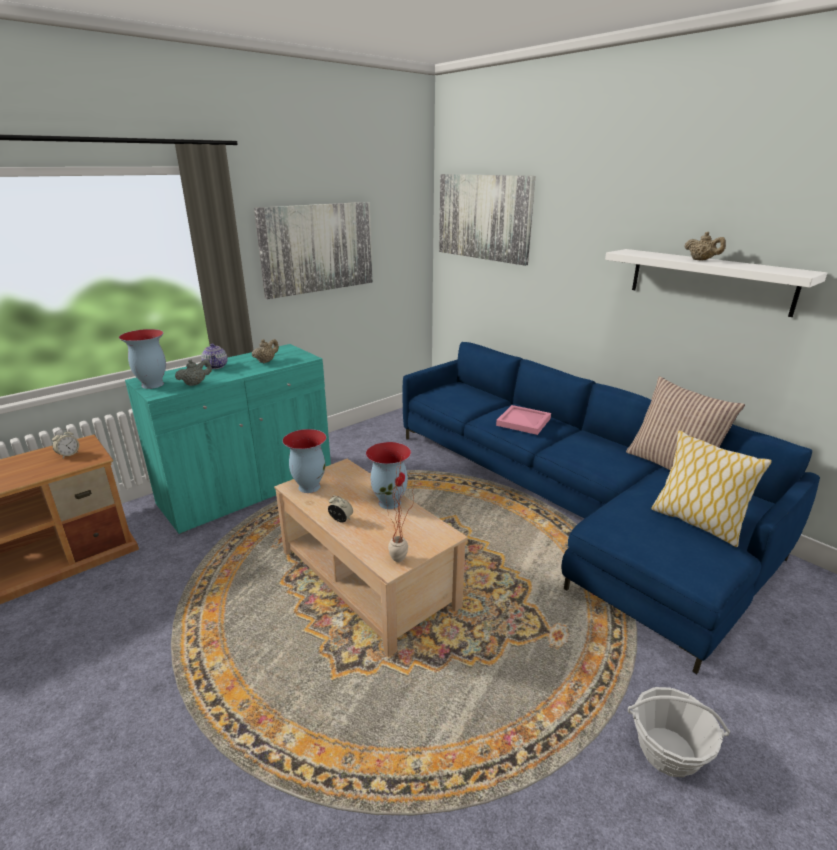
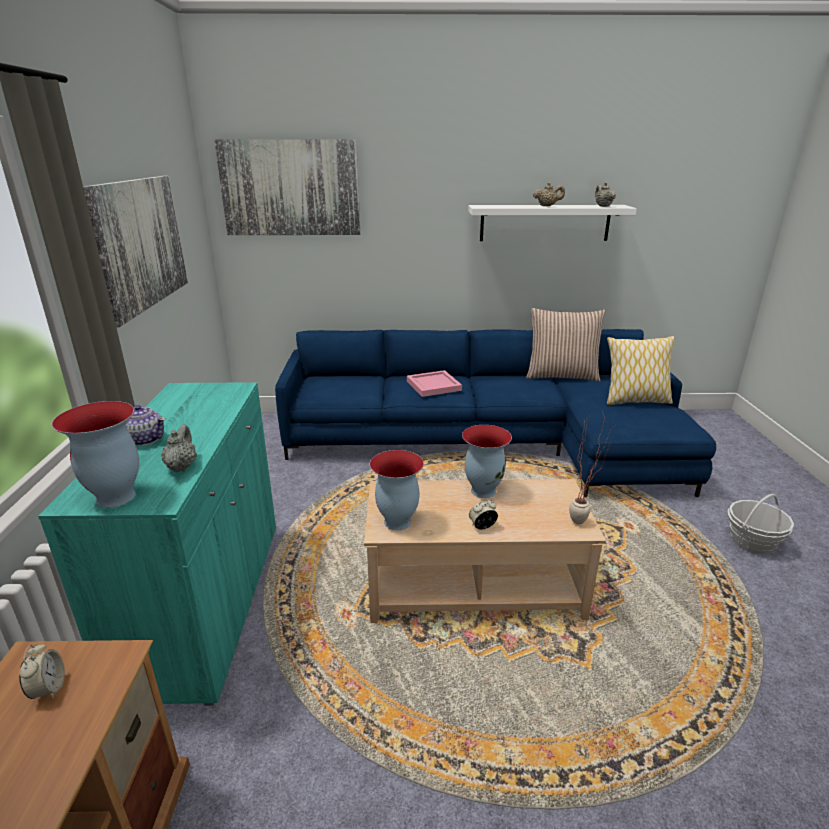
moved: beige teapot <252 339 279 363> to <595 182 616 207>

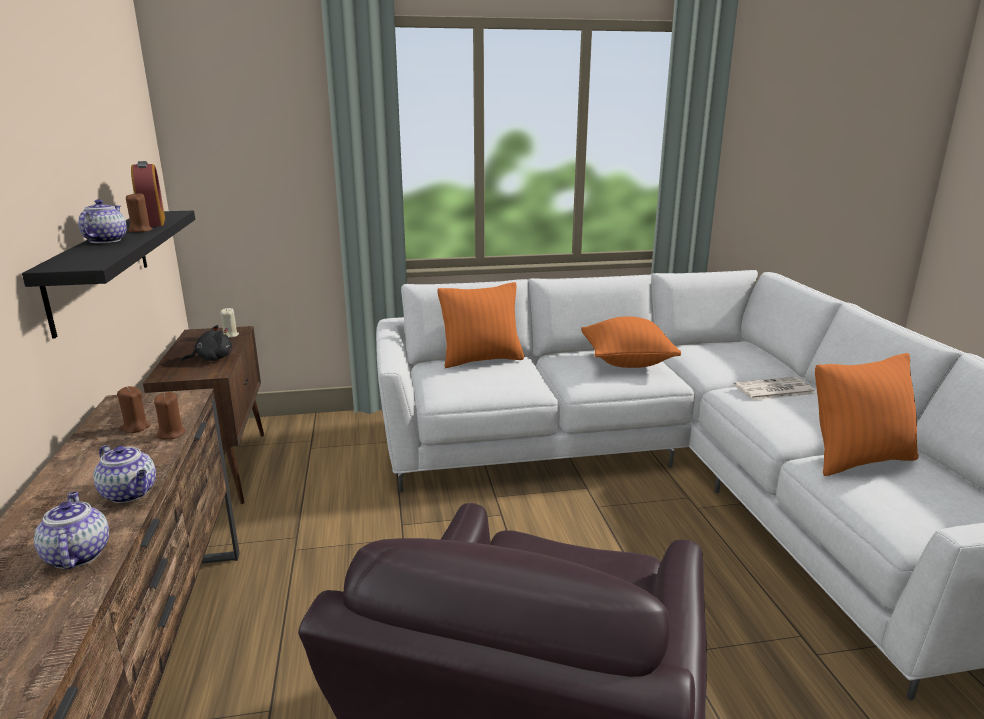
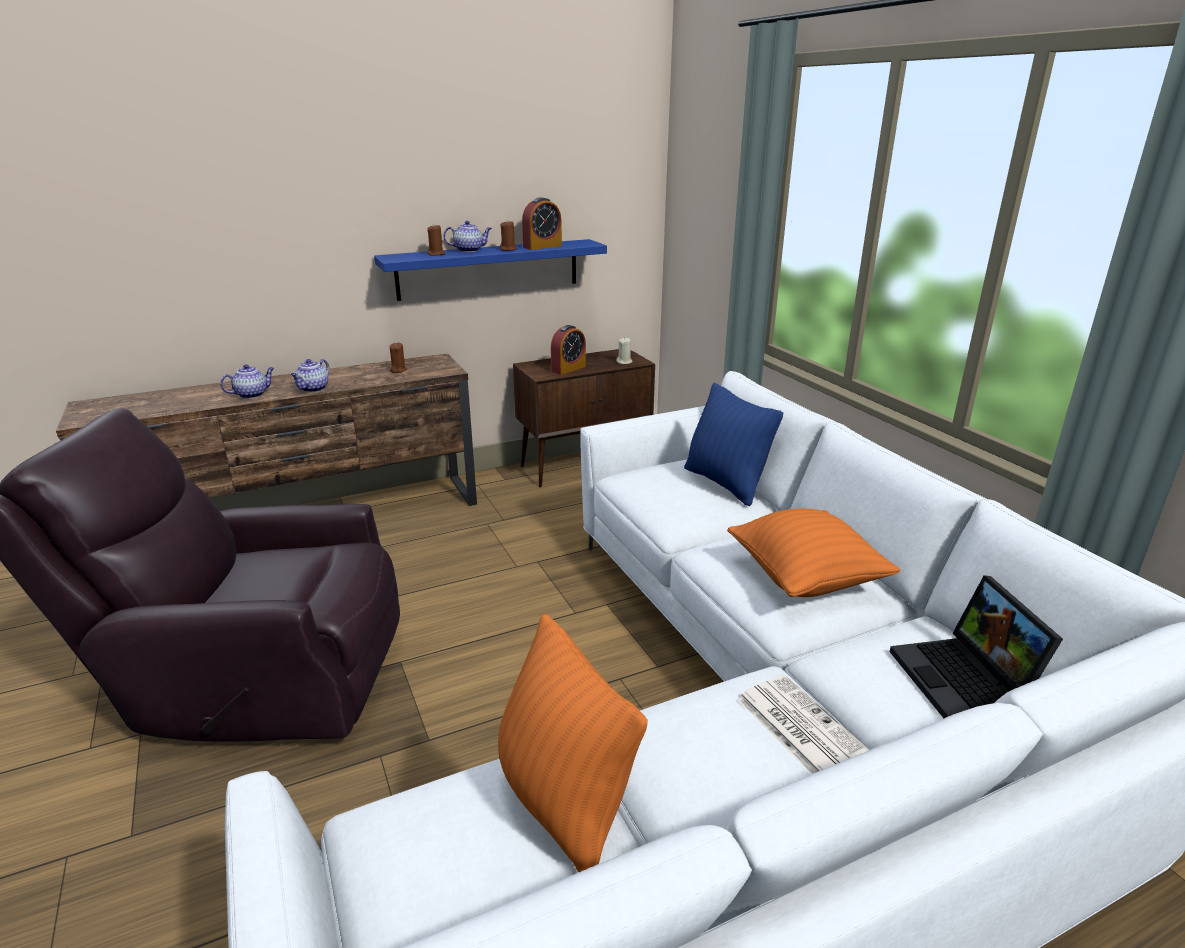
added: laptop <890 575 1063 718>
moved: brown candle <154 392 186 440> to <427 225 446 256>
replaced: black plush toy <180 325 232 363> to alarm clock <551 325 586 375>
recoloured: black shelf <22 211 195 339> to blue shelf <374 239 607 301>; orange pillow <437 282 524 368> to blue pillow <684 383 783 506>

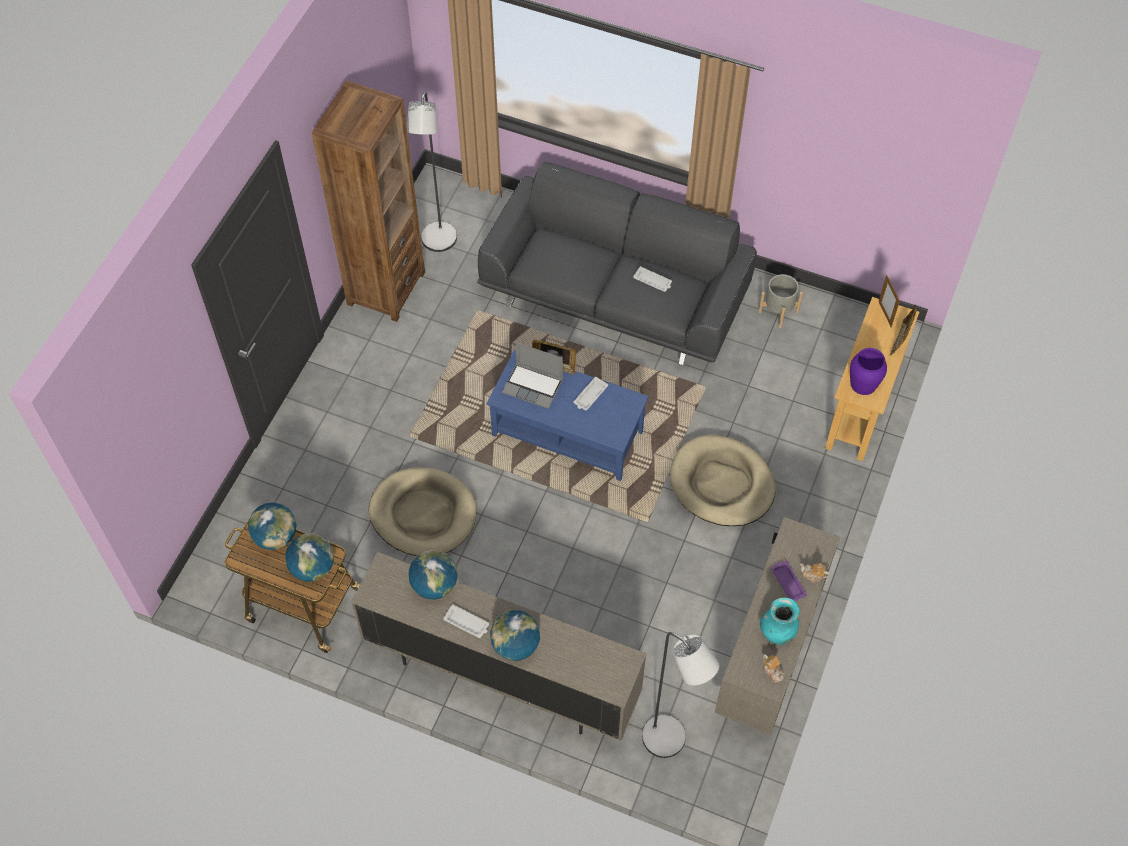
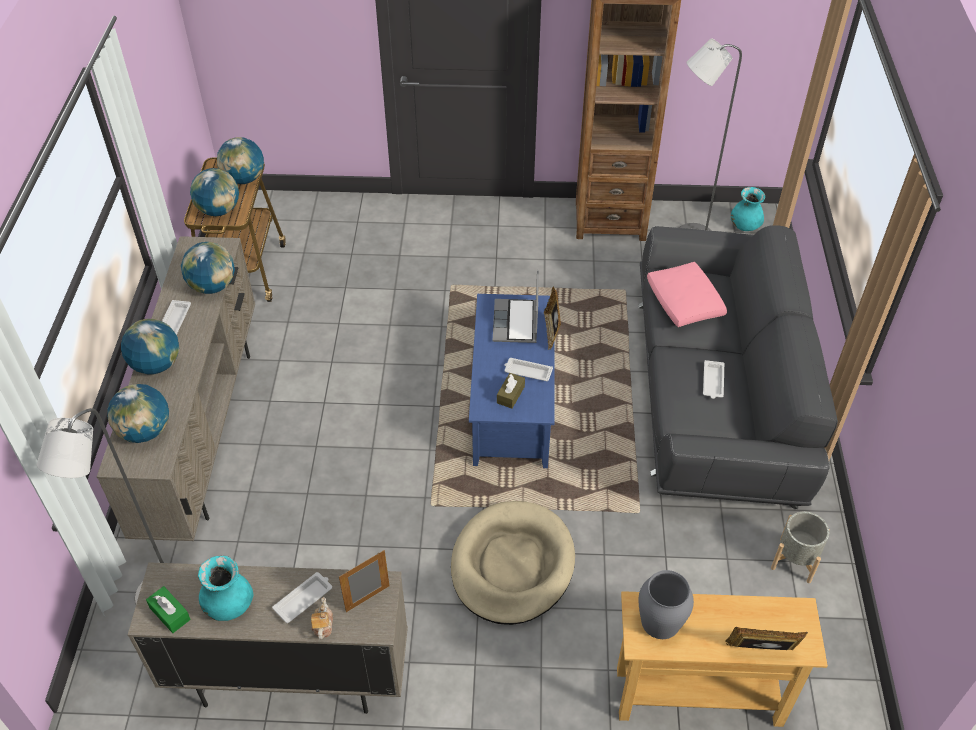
removed: beige dog bed <369 467 477 556>
added: globe <107 384 169 443>; brown tissue box <497 373 525 409>; pink pillow <647 262 727 327>; turquoise vase <731 187 765 231>
moved: picture frame <878 275 900 328> to <339 550 389 612>
replaced: teapot <763 654 784 682> to green tissue box <146 586 191 633>
recoloured: purple tray <771 561 807 601> to white tray <272 572 332 623>; purple vase <850 348 887 395> to grey vase <638 570 694 639>

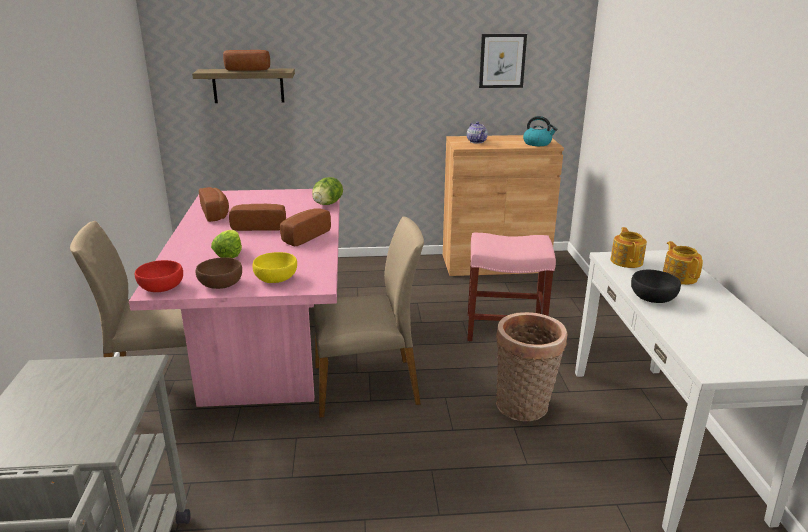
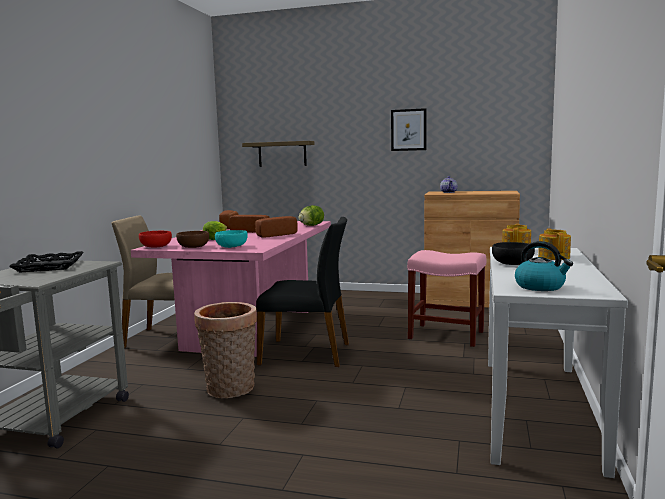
removed: bread <223 50 270 71>
added: black tray <9 251 84 272>
moved: picture <479 34 527 88> to <391 108 427 151>; basket <496 312 568 421> to <194 302 257 398>; kettle <523 116 557 146> to <515 241 573 291>
recoloured: yellow bowl <253 252 297 283> to turquoise bowl <215 230 248 248>; beige chair <314 217 424 418> to black chair <256 217 349 367>

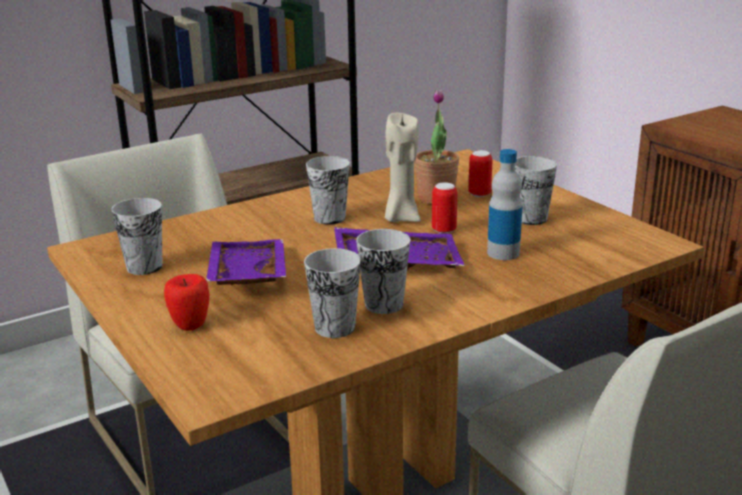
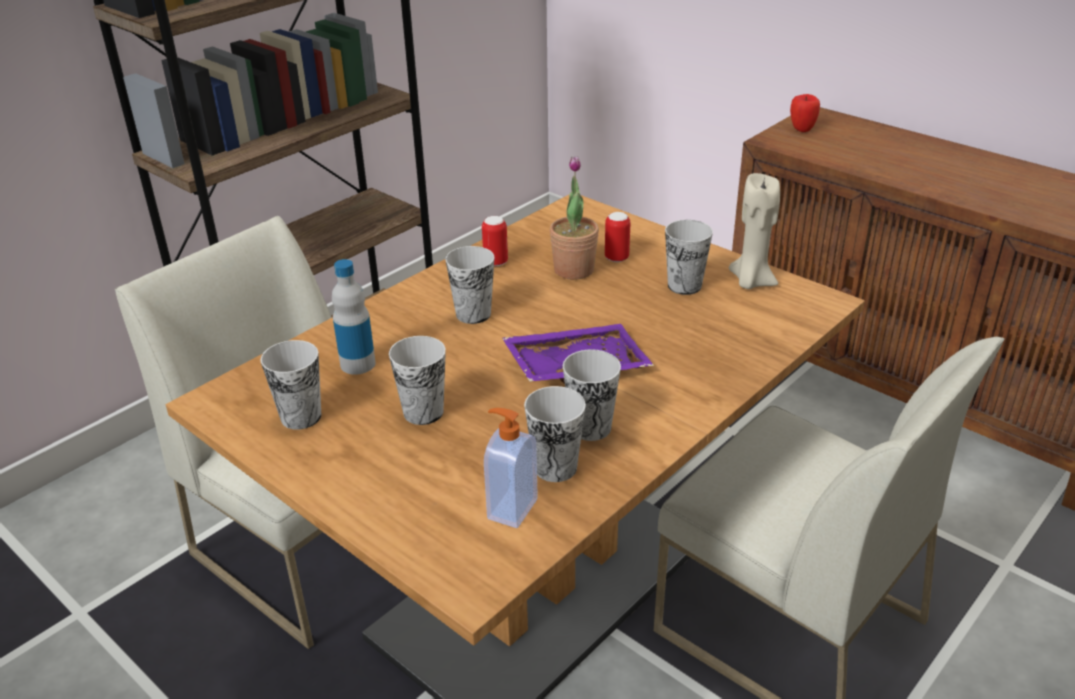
added: soap dispenser <484 408 538 528>
moved: apple <164 274 209 331> to <790 94 820 132>; beige candle <385 113 421 222> to <729 173 780 289>; can <432 182 457 234> to <482 216 508 267>; bottle <487 149 523 260> to <332 259 376 375>
replaced: purple tray <206 239 286 285> to cup <389 336 446 425>

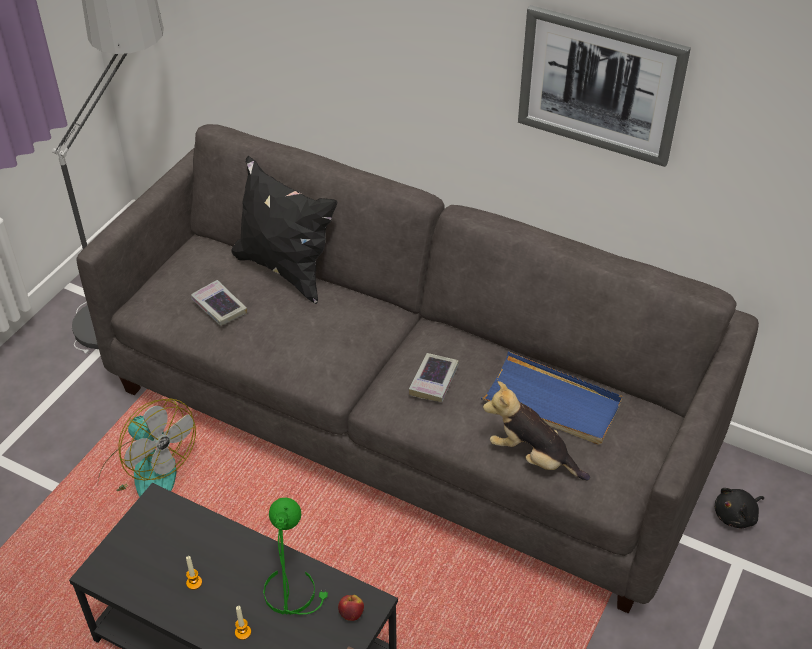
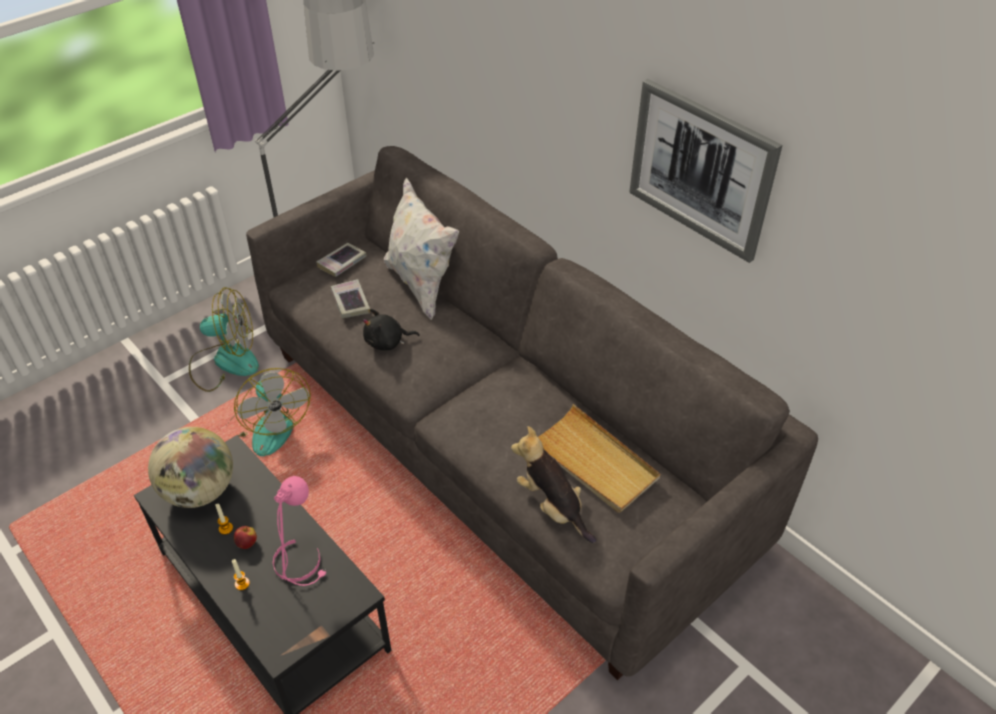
added: globe <148 427 233 508>; fan <189 287 259 392>
moved: apple <338 595 364 621> to <234 526 257 549>; book <409 353 459 402> to <316 243 367 277>; black plush toy <715 488 764 528> to <363 309 420 350>
recoloured: black pillow <232 156 337 304> to white pillow <384 178 459 320>; green table lamp <263 498 328 615> to pink table lamp <273 476 327 586>; blue tray <481 351 623 444> to beige tray <538 404 660 513>

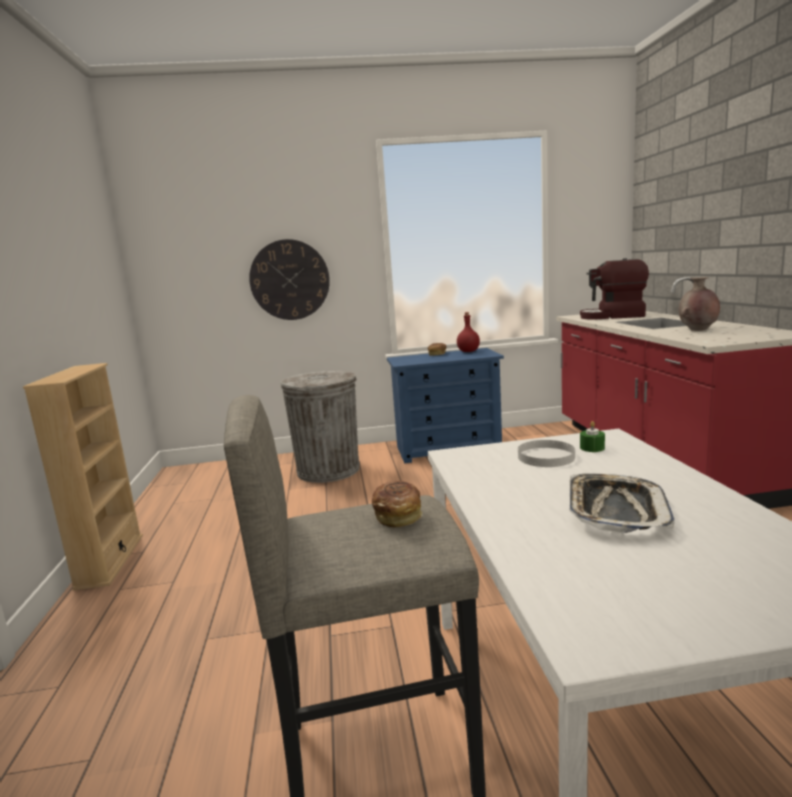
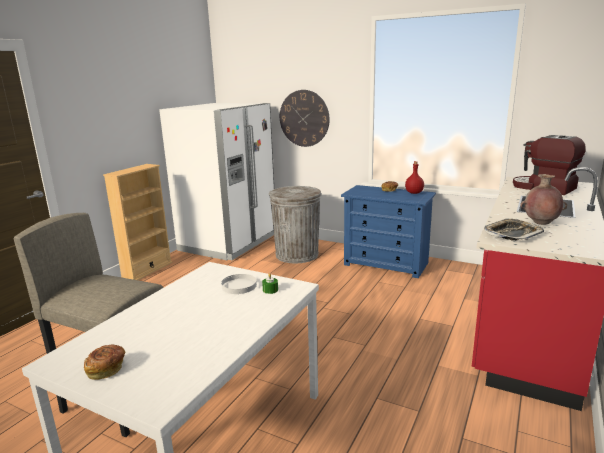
added: white fridge <159 103 274 260>
moved: bread <372 481 423 528> to <84 344 125 380>; tray <570 473 675 534> to <484 218 544 241>

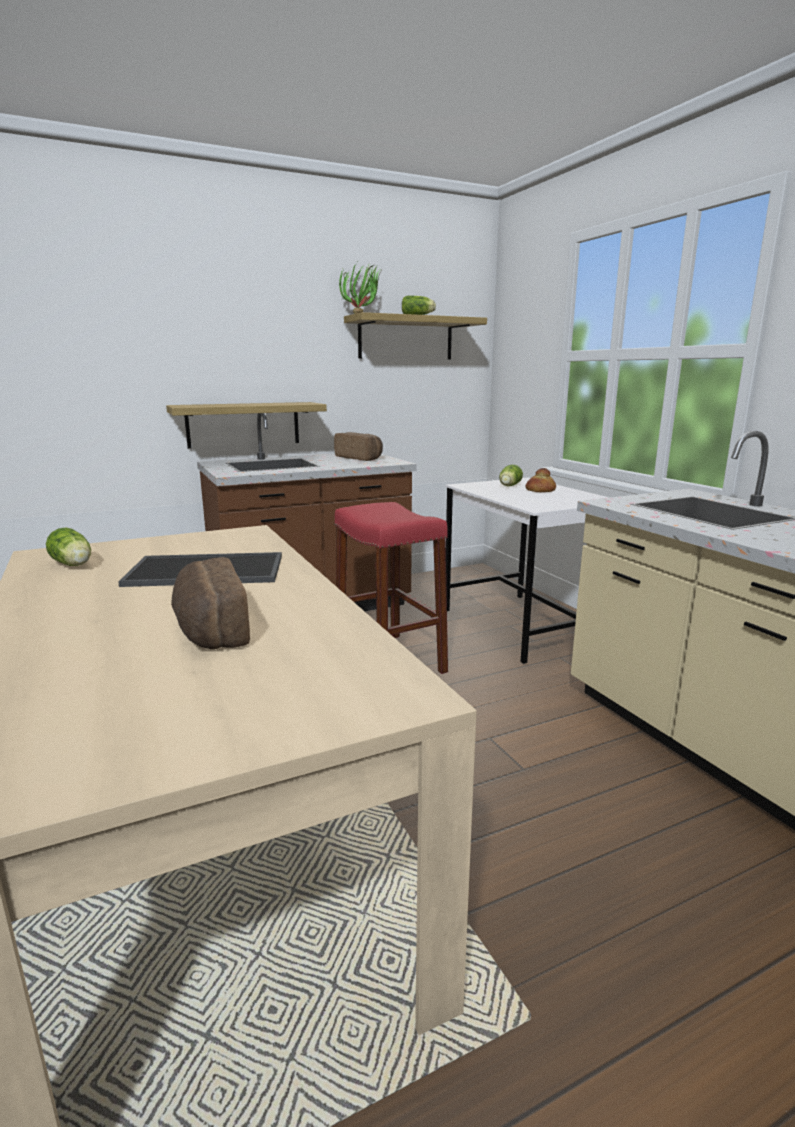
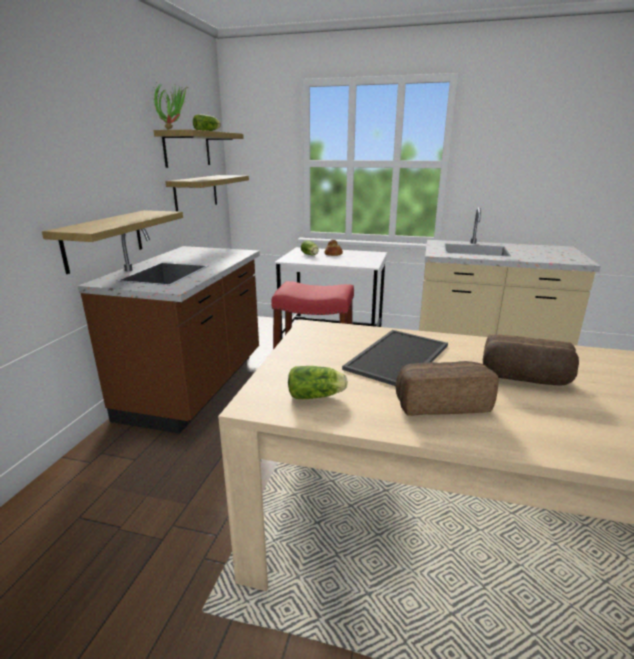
added: shelf <165 175 249 212>
moved: bread <334 432 383 461> to <395 361 498 416>

